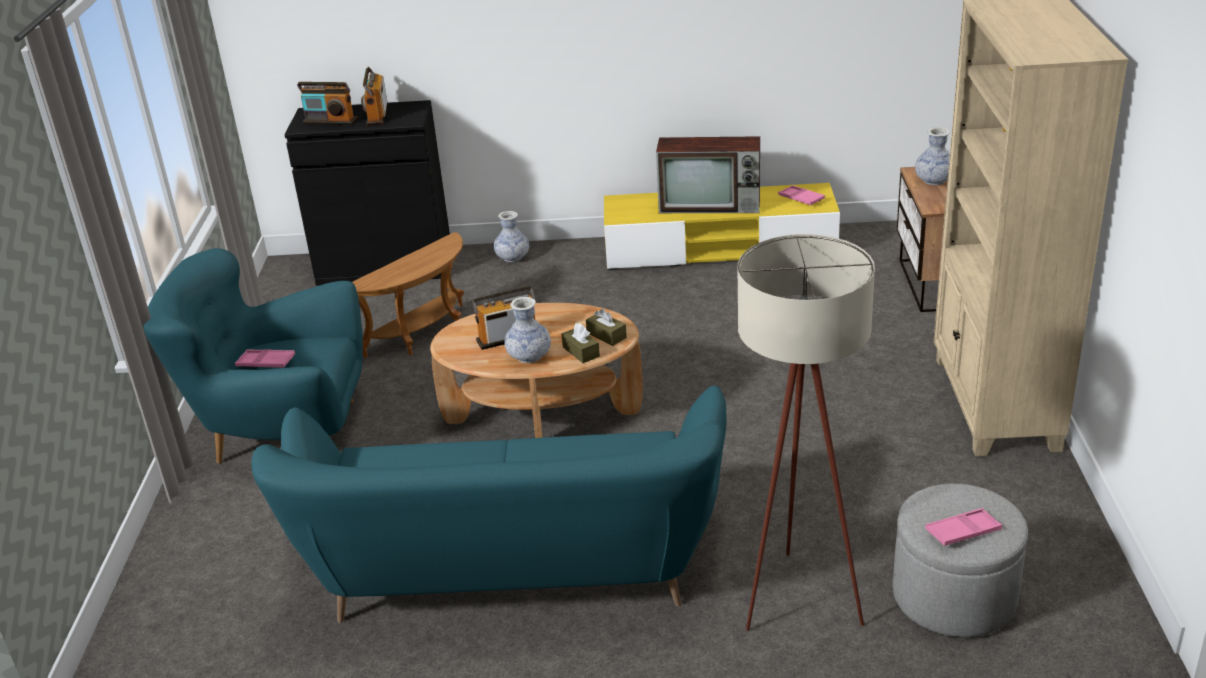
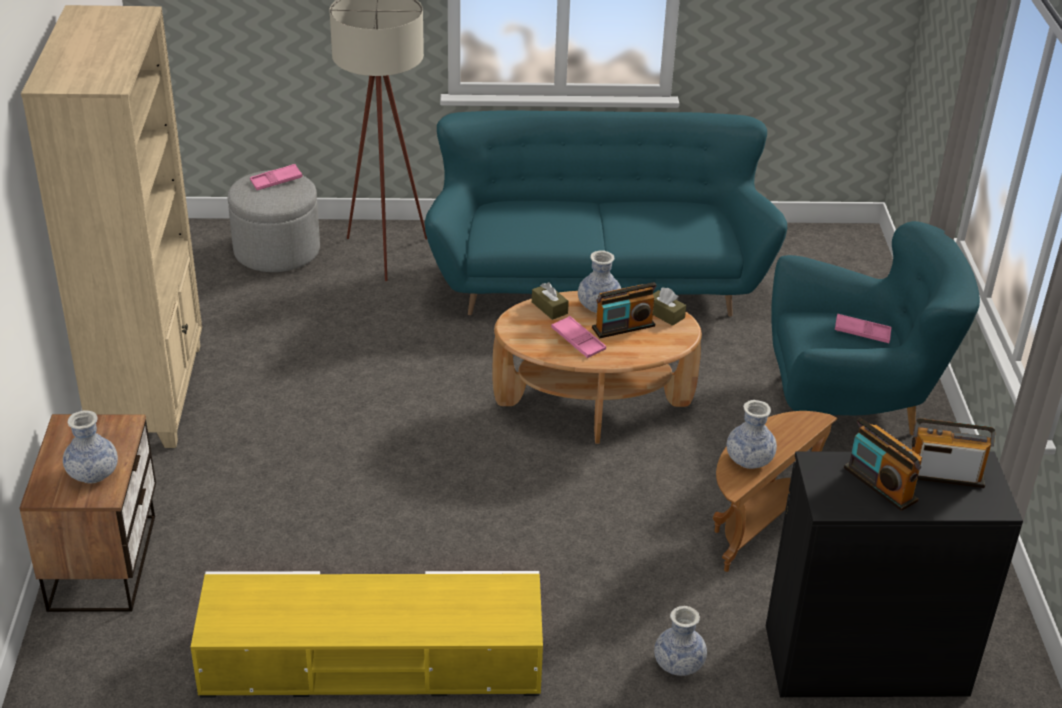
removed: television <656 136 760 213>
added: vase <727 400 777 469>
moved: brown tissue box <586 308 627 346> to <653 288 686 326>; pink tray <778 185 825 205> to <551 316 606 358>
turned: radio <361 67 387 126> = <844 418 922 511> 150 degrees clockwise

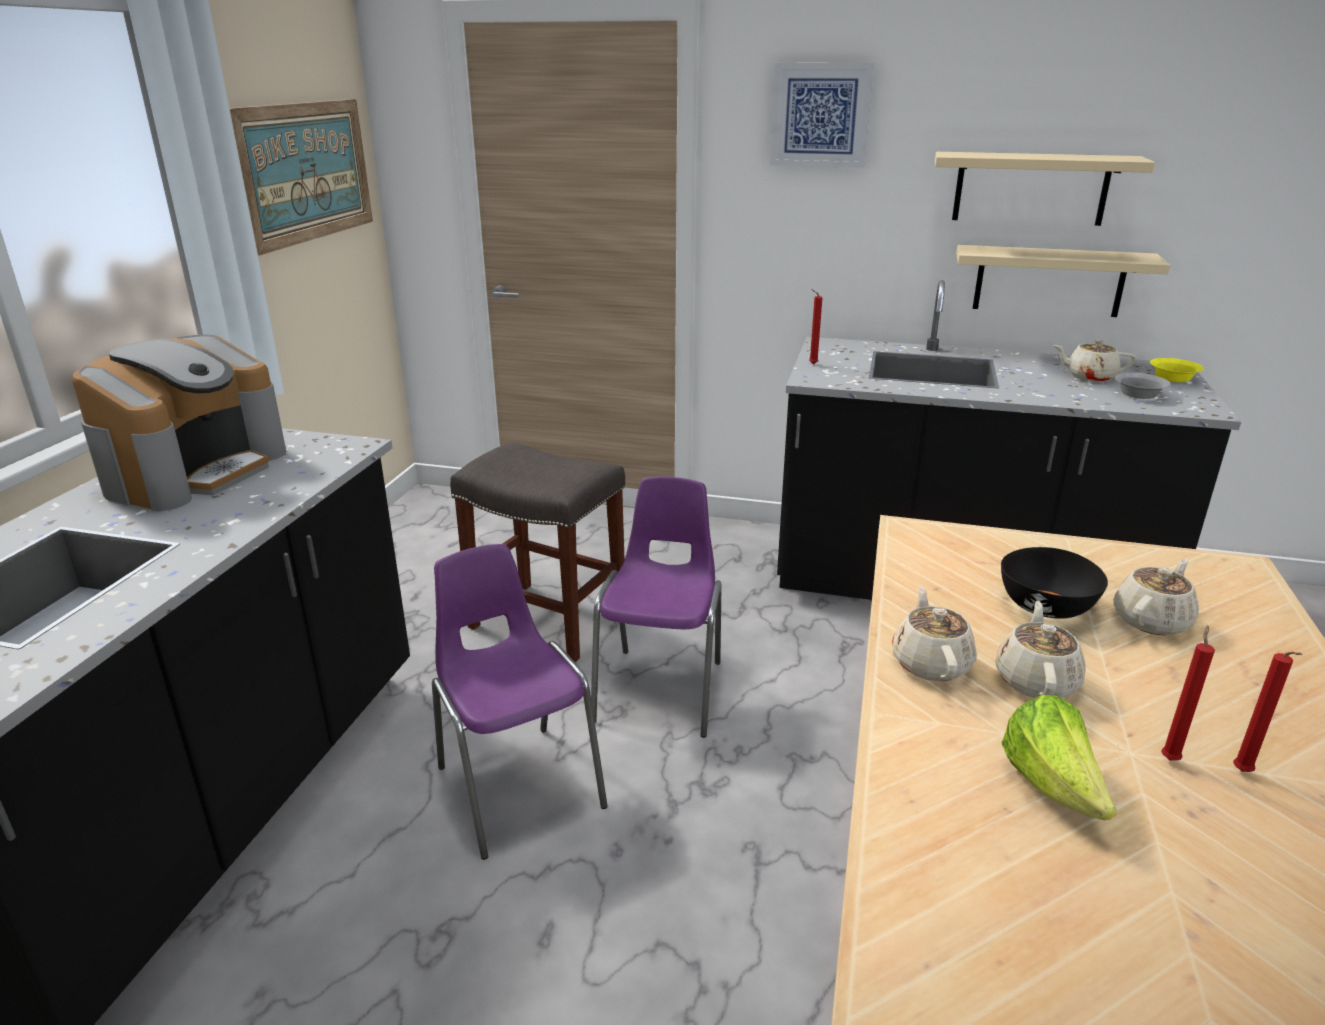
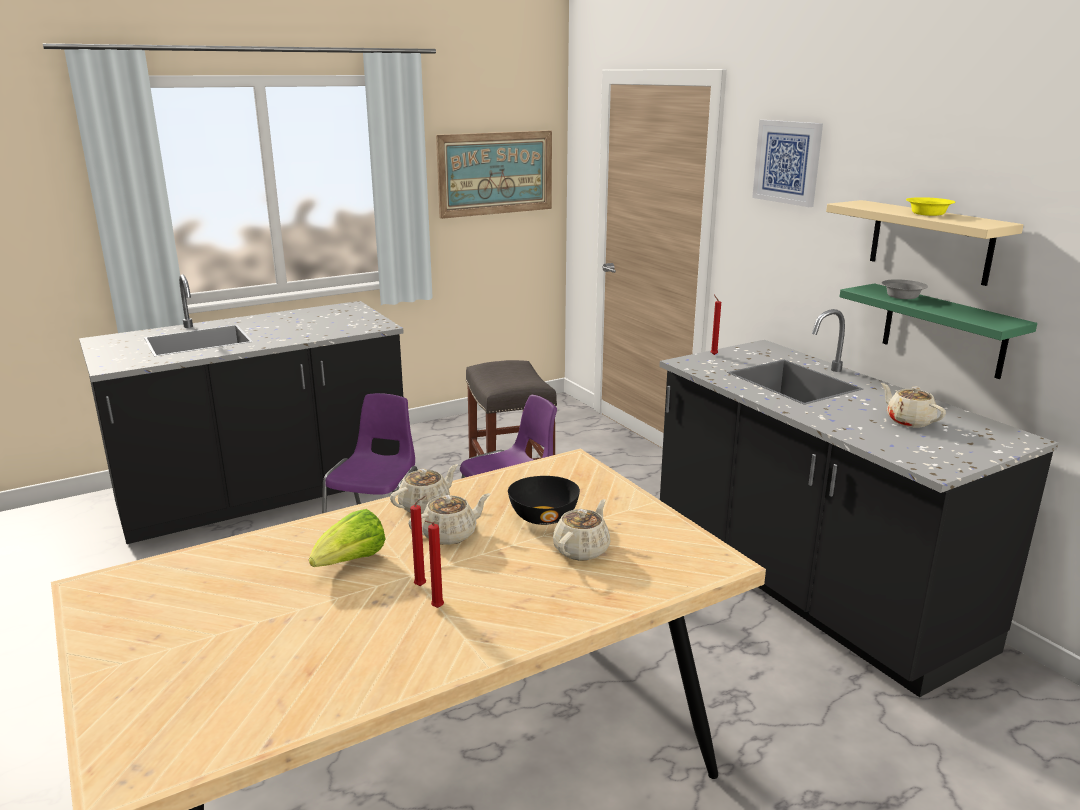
removed: coffee machine <72 335 286 511>
moved: grey bowl <1115 373 1171 399> to <882 279 928 299>; yellow bowl <1150 358 1204 382> to <906 197 955 216>
recoloured: beige shelf <956 245 1171 317> to green shelf <839 283 1037 379>
turned: beige teapot <1113 558 1199 636> = <553 499 611 561> 60 degrees counterclockwise

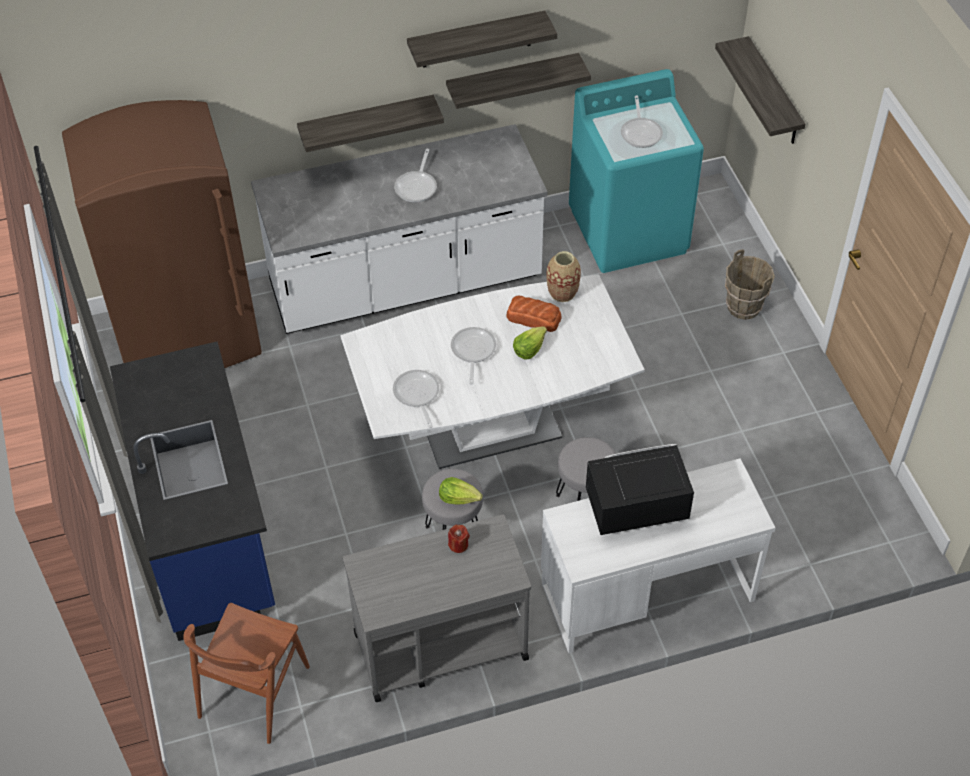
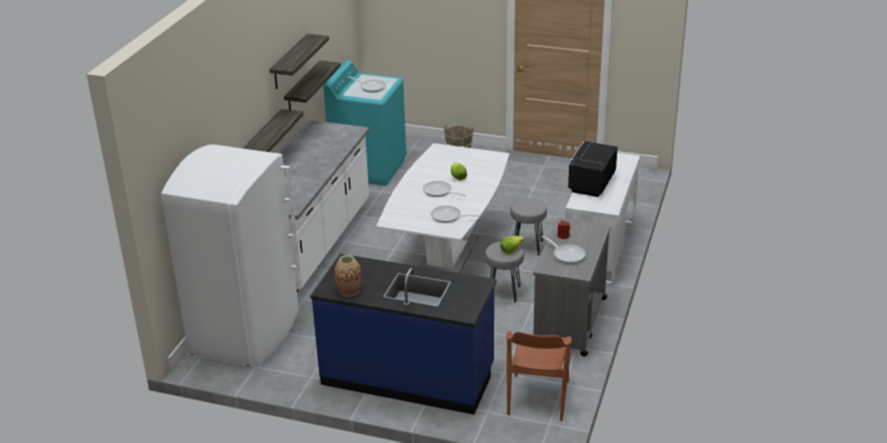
removed: bread <506 296 562 332>; shelf <715 36 805 144>
moved: frying pan <394 149 437 202> to <541 235 586 264>; vase <546 251 581 302> to <335 255 361 297>
recoloured: brown fridge <62 100 262 368> to white fridge <161 144 300 367>
turned: brown chair <183 603 310 744> = <506 331 572 421> 45 degrees clockwise

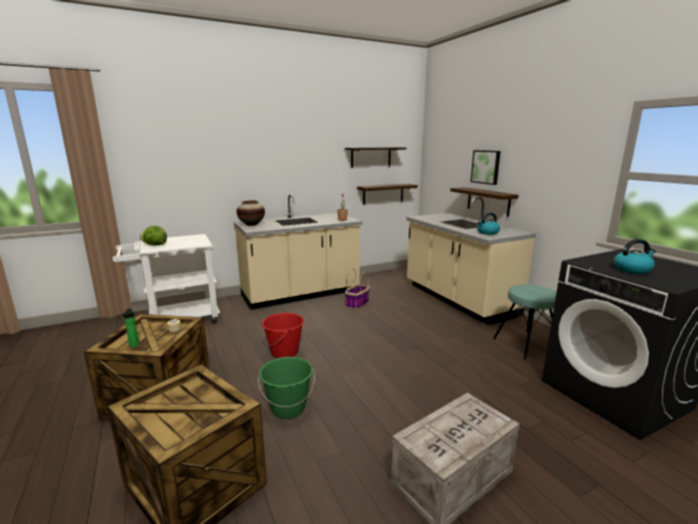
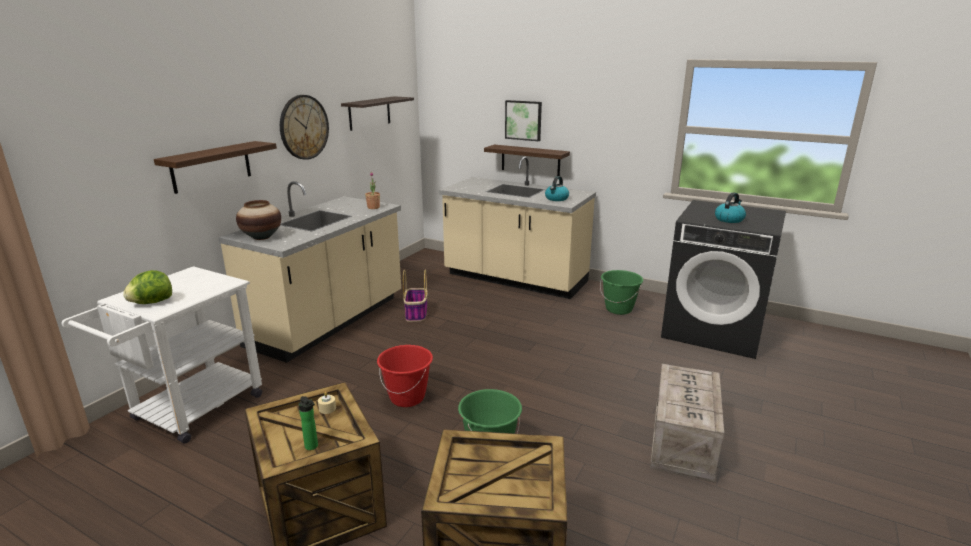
added: wall clock <280 95 329 160>
moved: shelf <357 184 418 205> to <154 141 277 194>
replaced: turquoise stool <493 284 557 360> to green bucket <600 270 643 315>

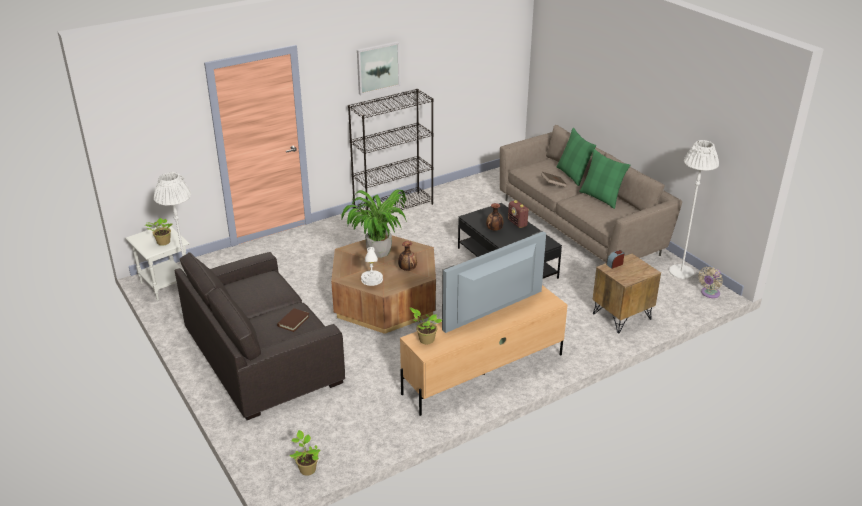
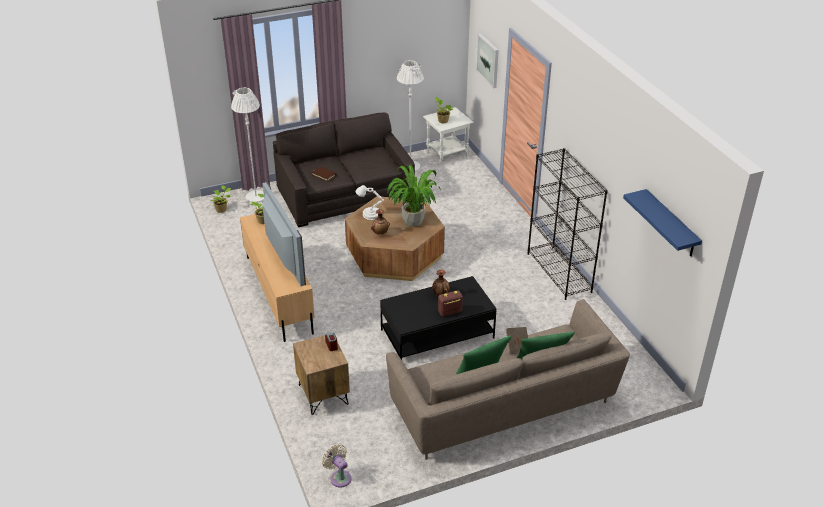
added: blue shelf <623 189 702 256>
moved: picture <357 41 400 95> to <476 33 499 88>; white floor lamp <669 140 719 279> to <231 87 264 203>

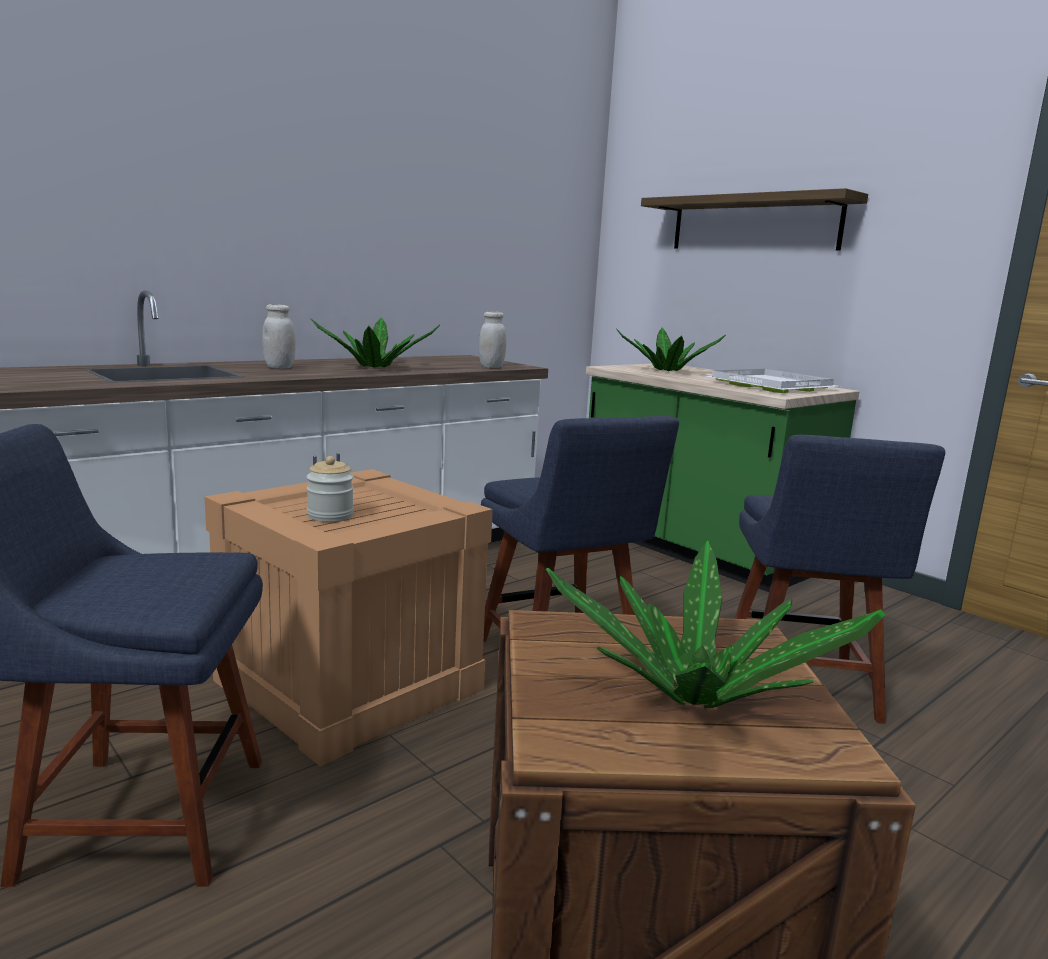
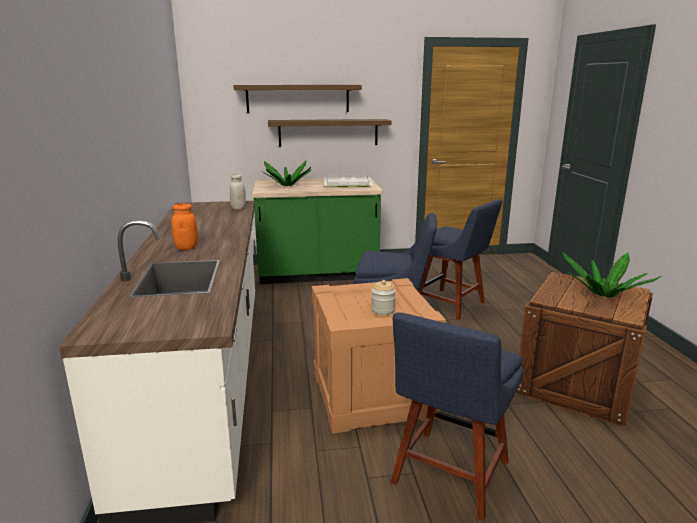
removed: potted plant <310 317 440 368>
added: shelf <268 119 391 146>
recoloured: white jar <262 304 295 369> to orange jar <172 204 198 250>

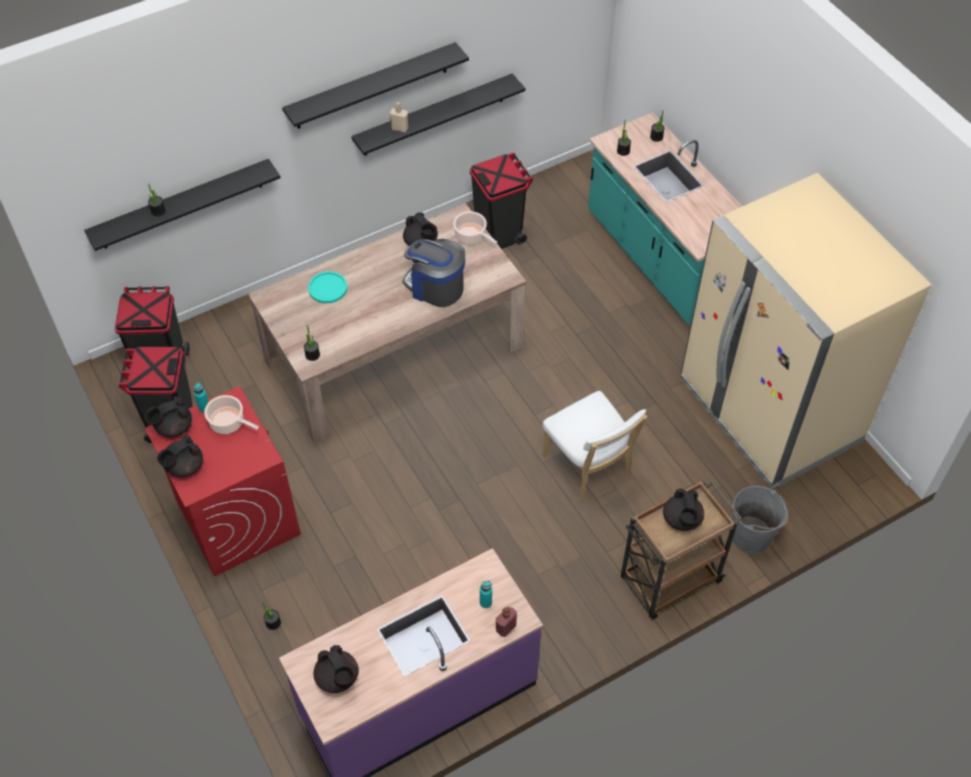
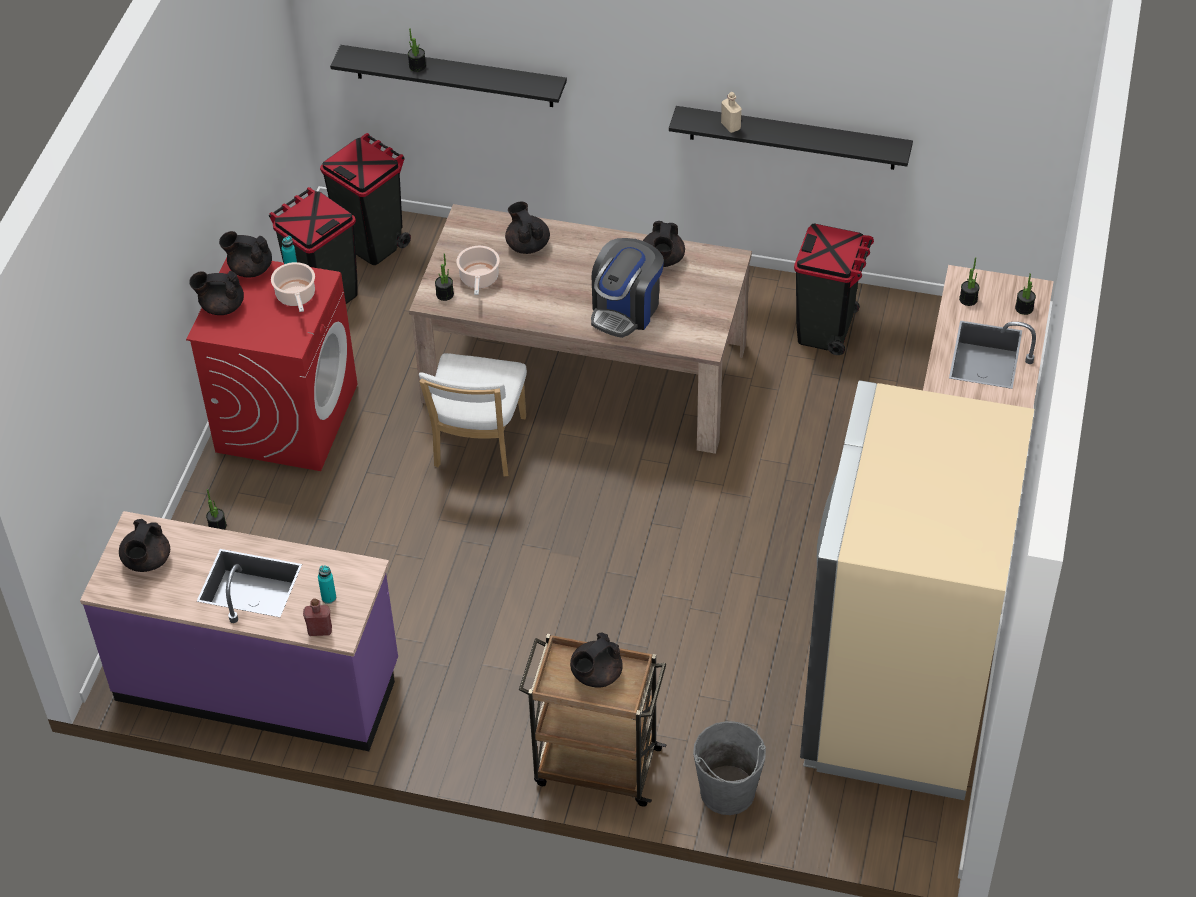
removed: black shelf <282 42 469 129>
moved: cooking pot <453 211 497 245> to <456 246 500 295>; white chair <542 391 648 501> to <419 353 527 477>
replaced: turquoise plate <308 271 347 303> to black teapot <505 202 550 254>
turned: coffee machine <403 239 465 307> = <591 238 664 338> 135 degrees counterclockwise

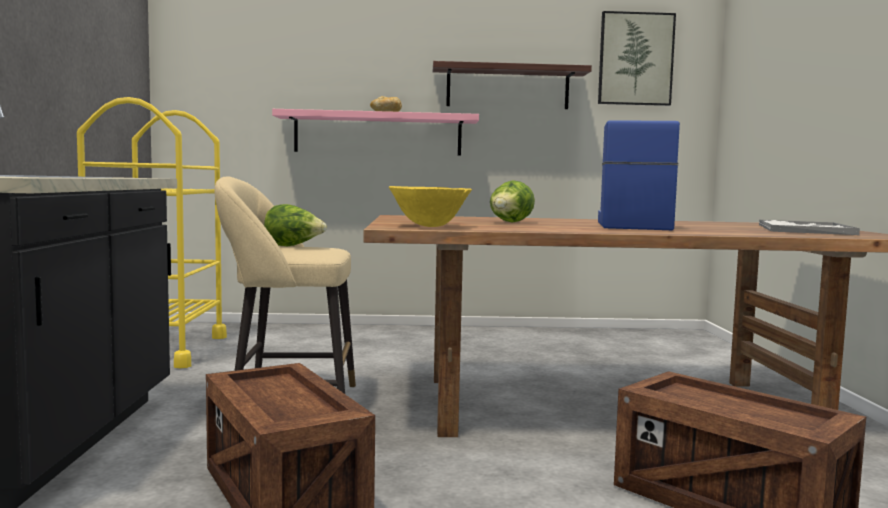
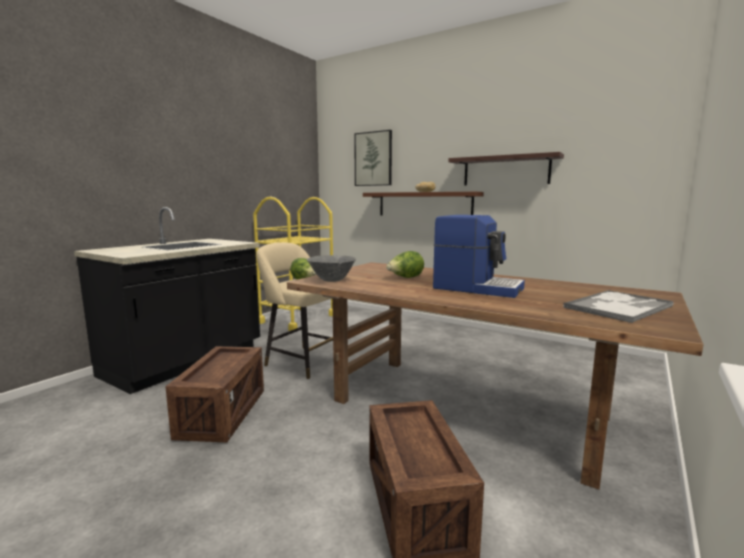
moved: picture <598 11 676 106> to <354 130 392 186>
recoloured: pink shelf <272 109 479 156> to brown shelf <363 192 484 215>; yellow bowl <389 186 472 227> to grey bowl <307 255 356 282>
turned: coffee machine <598 120 680 230> = <433 215 525 298> 75 degrees clockwise

